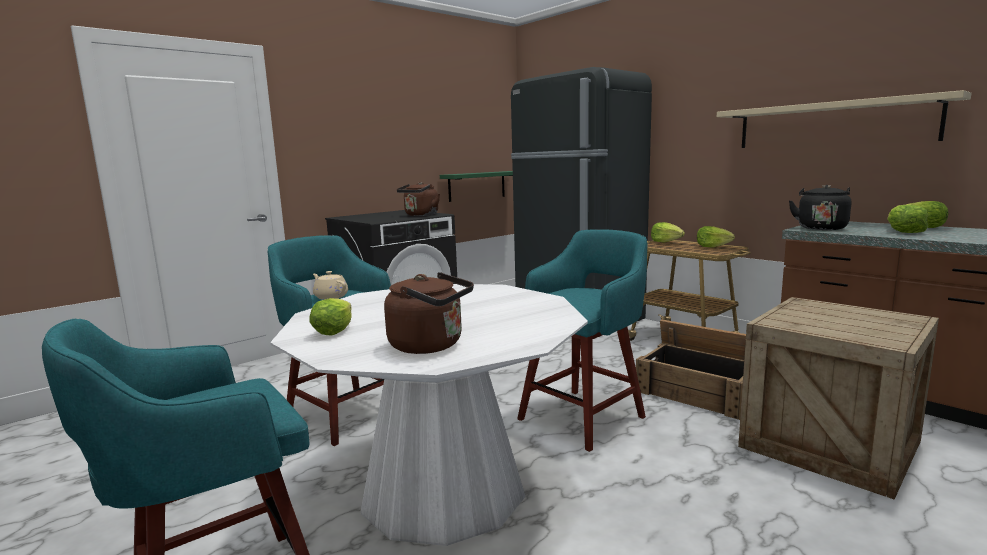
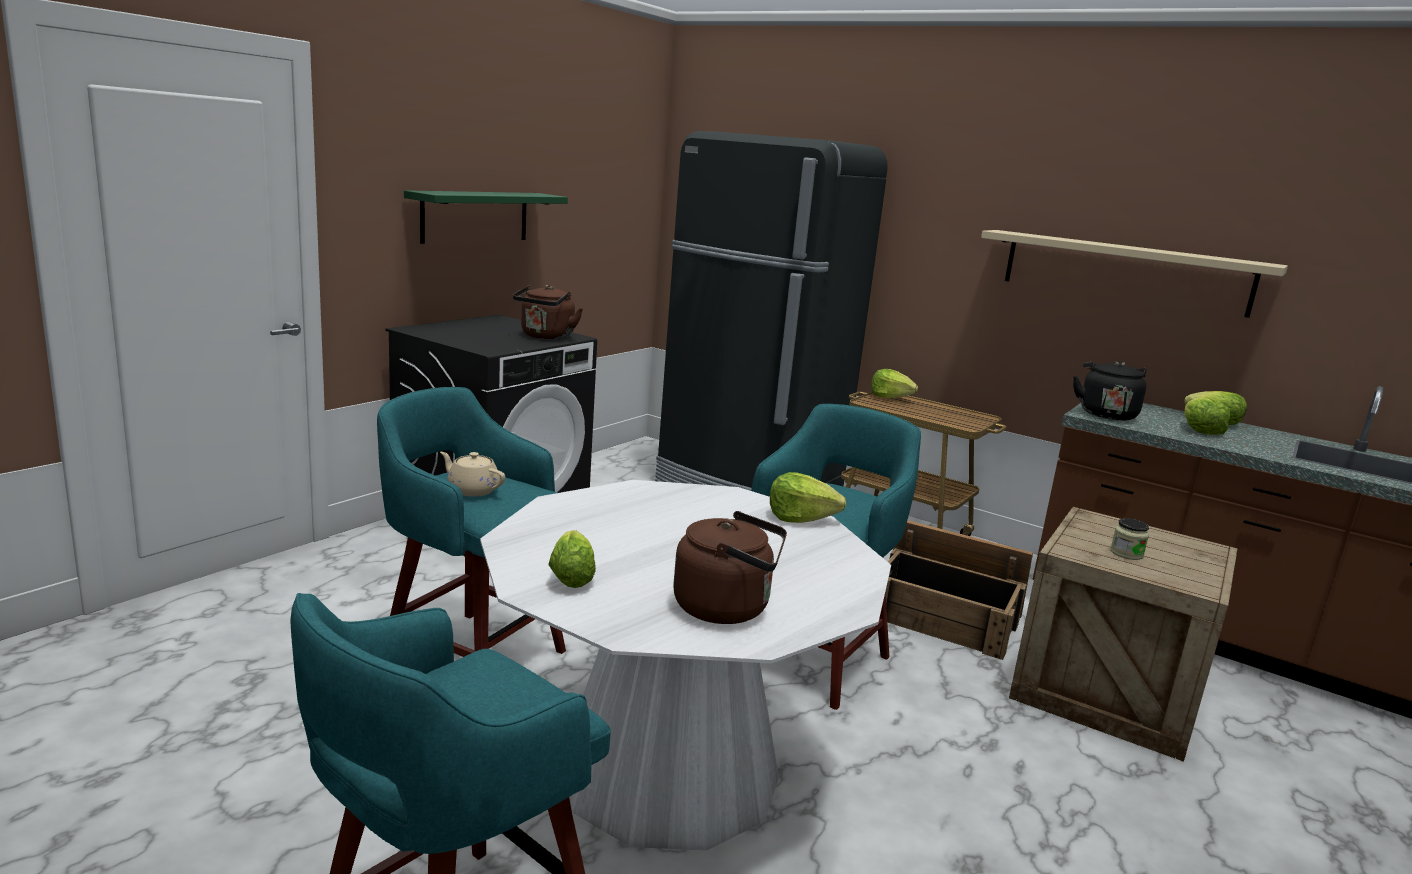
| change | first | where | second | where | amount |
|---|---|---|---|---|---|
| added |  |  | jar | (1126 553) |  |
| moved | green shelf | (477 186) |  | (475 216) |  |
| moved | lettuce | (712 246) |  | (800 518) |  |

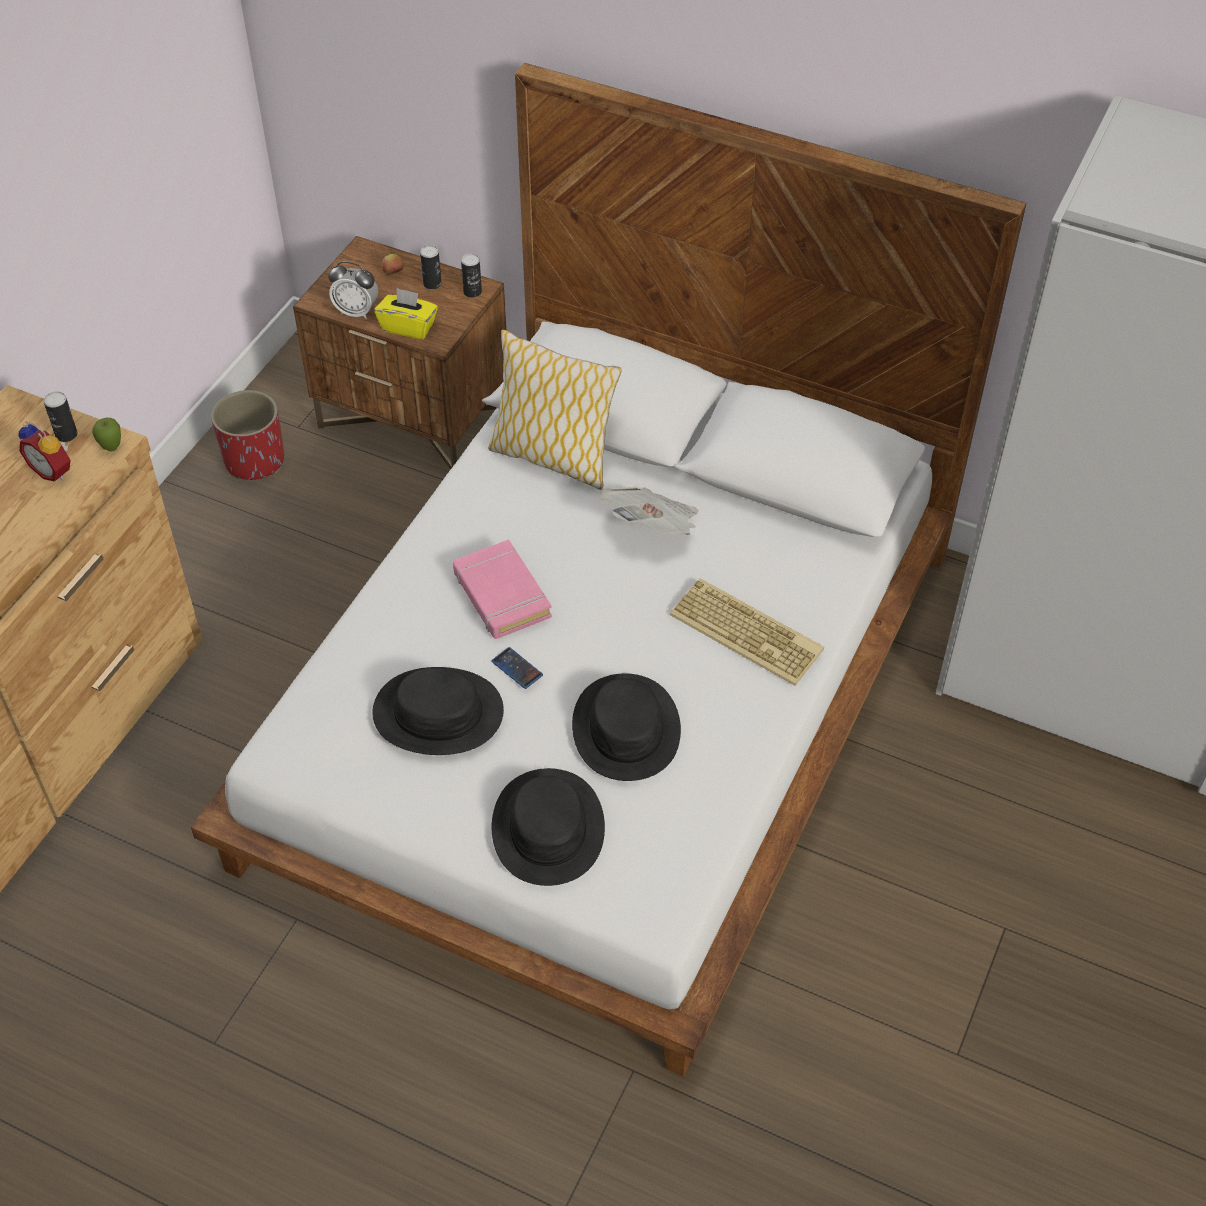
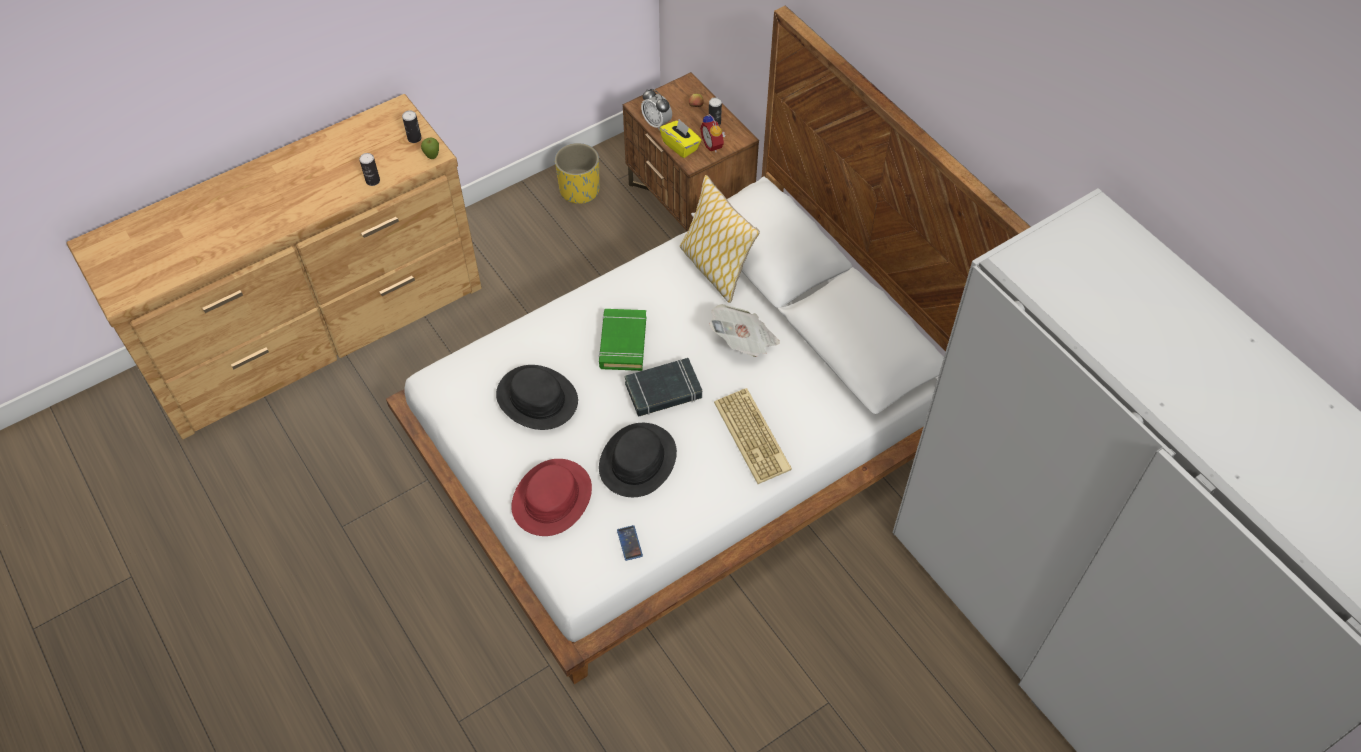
| change | first | where | second | where | amount |
|---|---|---|---|---|---|
| added |  |  | black book | (663 391) |  |
| moved | alarm clock | (54 470) |  | (713 145) |  |
| moved | can | (472 292) |  | (373 181) |  |
| moved | phone | (517 668) |  | (629 543) |  |
| recoloured | red planter | (255 461) | yellow planter | (579 190) |  |
| recoloured | pink book | (501 595) | green book | (622 343) |  |
| recoloured | black hat | (547 828) | red hat | (551 498) |  |

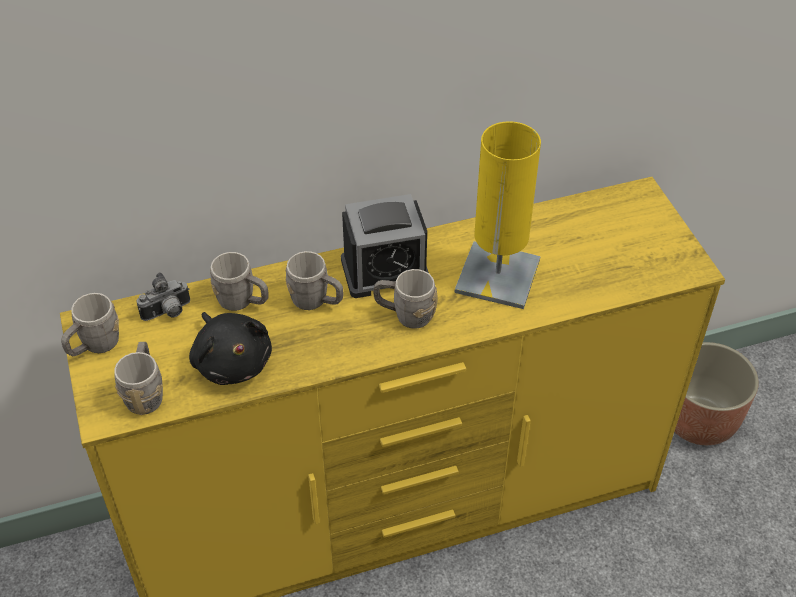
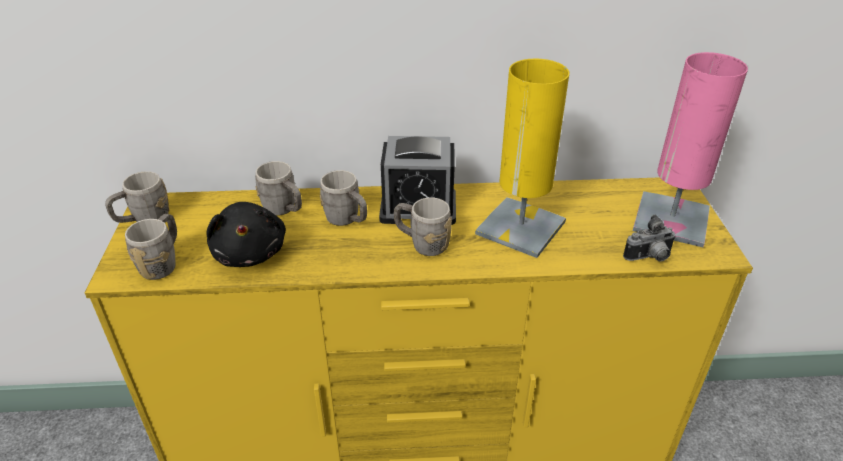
| change | first | where | second | where | amount |
|---|---|---|---|---|---|
| removed | planter | (698 419) |  |  |  |
| added |  |  | pink table lamp | (671 220) |  |
| moved | photo camera | (168 313) |  | (649 258) |  |

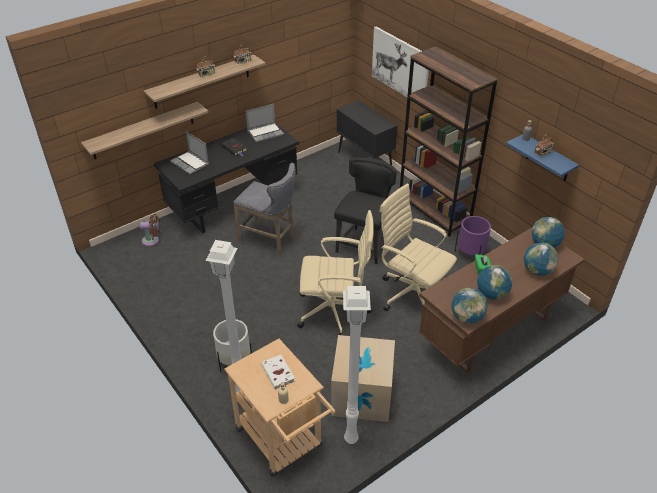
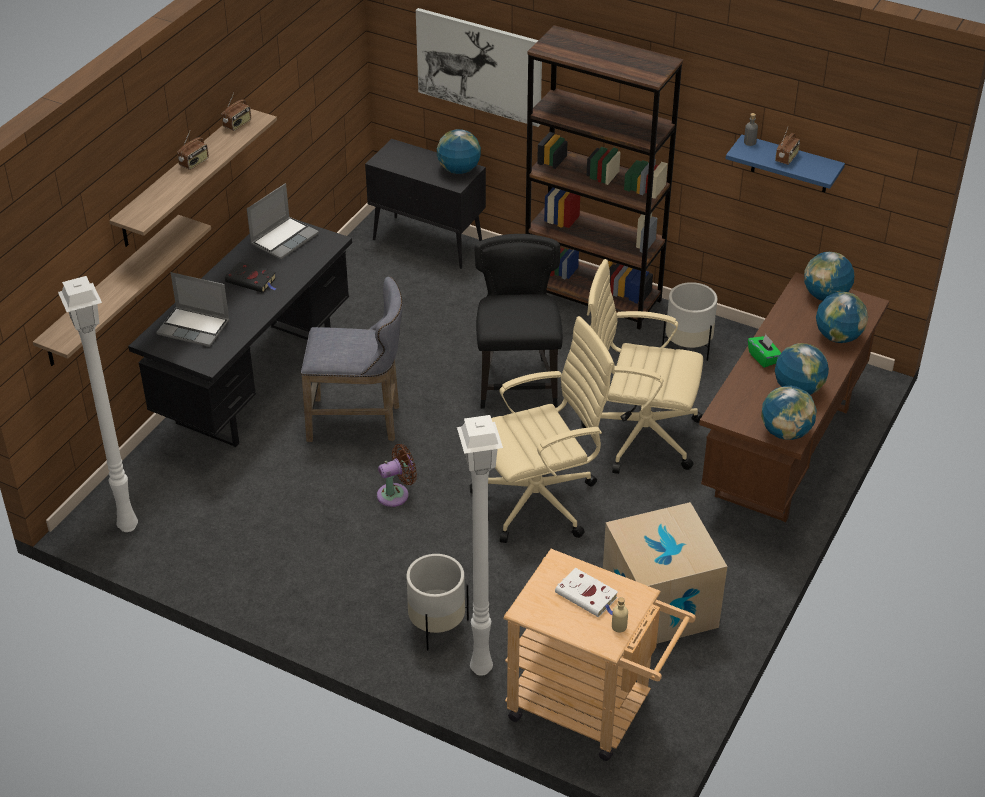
| change | first | where | second | where | amount |
|---|---|---|---|---|---|
| added |  |  | globe | (458 170) |  |
| moved | brown fan | (152 240) |  | (396 494) |  |
| moved | white floor lamp | (352 438) |  | (128 525) |  |
| recoloured | purple planter | (470 254) | white planter | (688 347) |  |

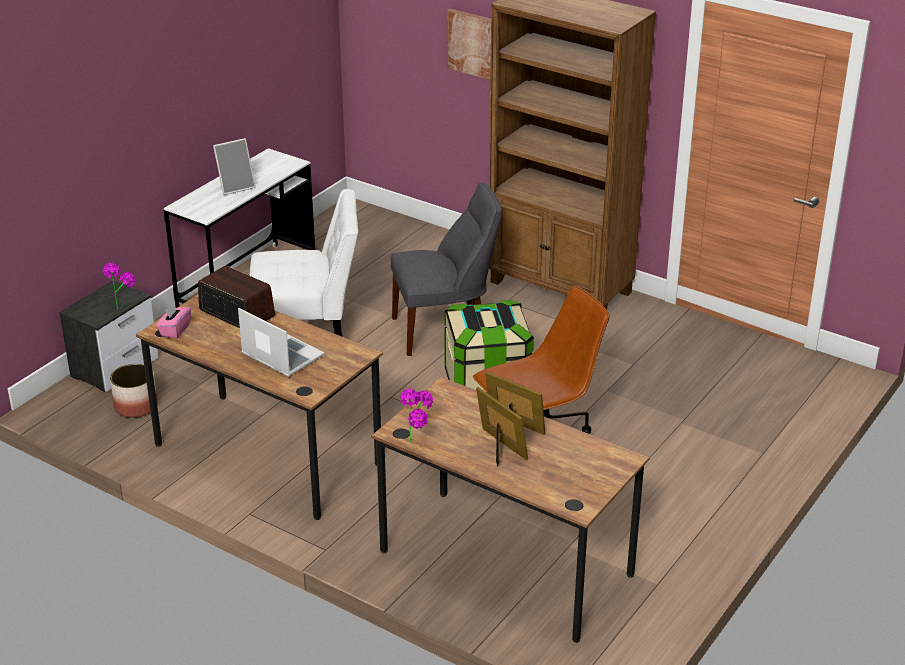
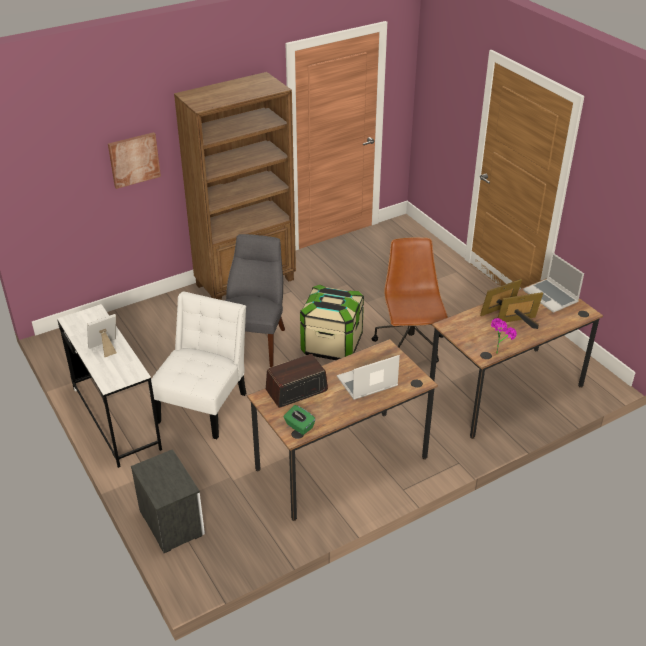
| change | first | where | second | where | amount |
|---|---|---|---|---|---|
| removed | potted plant | (120 305) |  |  |  |
| removed | planter | (136 406) |  |  |  |
| added |  |  | laptop | (551 297) |  |
| recoloured | pink tissue box | (175 330) | green tissue box | (299 426) |  |
| turned | picture frame | (235 187) |  | (105 348) | 120 degrees counterclockwise |

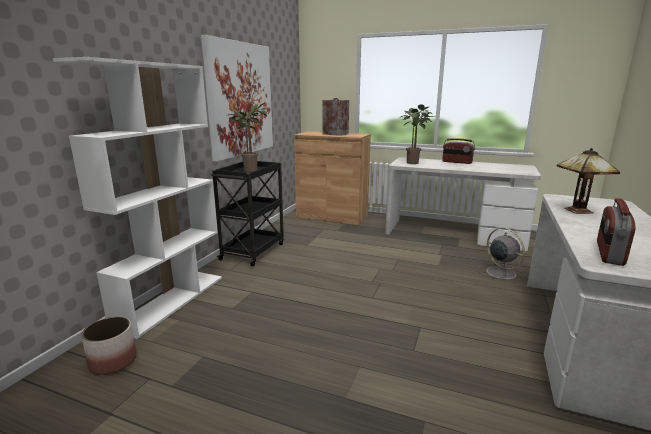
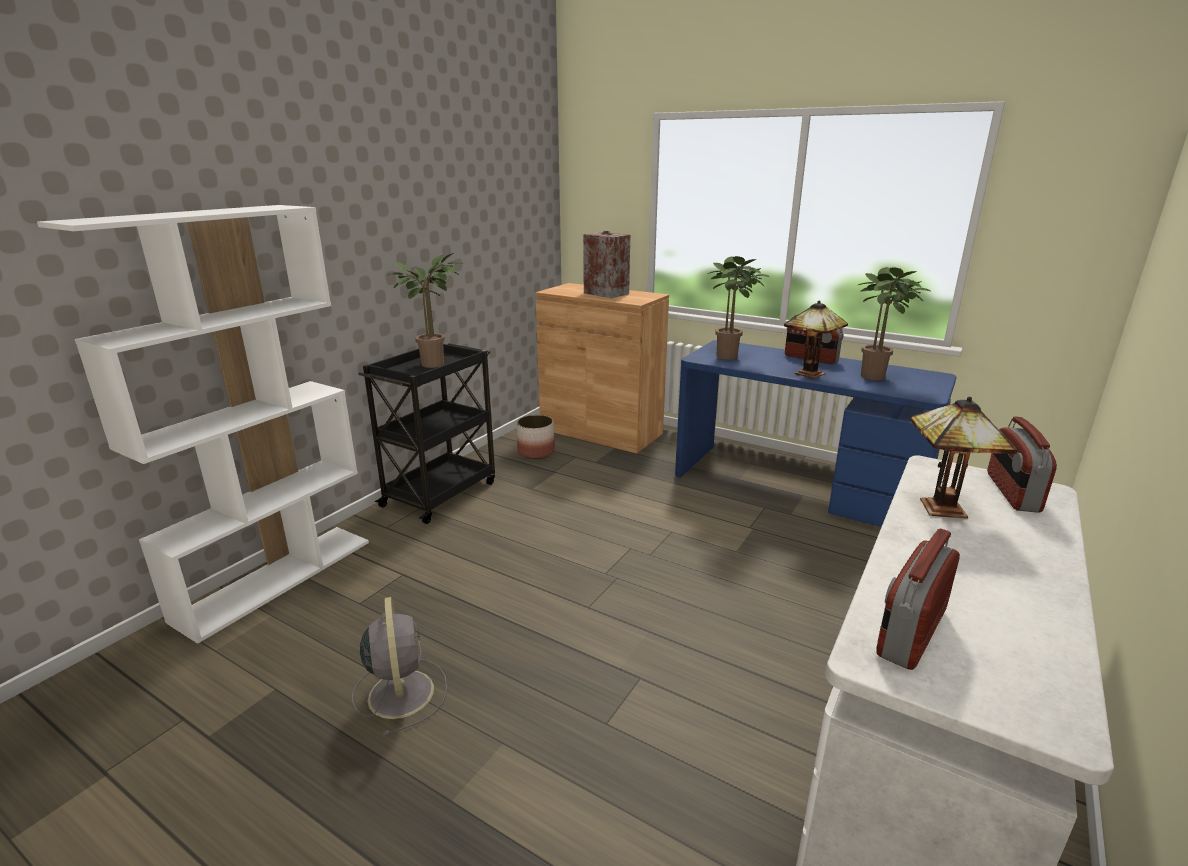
| change | first | where | second | where | amount |
|---|---|---|---|---|---|
| removed | picture | (240 99) |  |  |  |
| added |  |  | table lamp | (809 374) |  |
| added |  |  | potted plant | (876 377) |  |
| added |  |  | radio | (1011 492) |  |
| moved | planter | (113 362) |  | (536 452) |  |
| moved | grey fan | (499 272) |  | (401 691) |  |
| recoloured | white desk | (454 234) | blue desk | (797 485) |  |

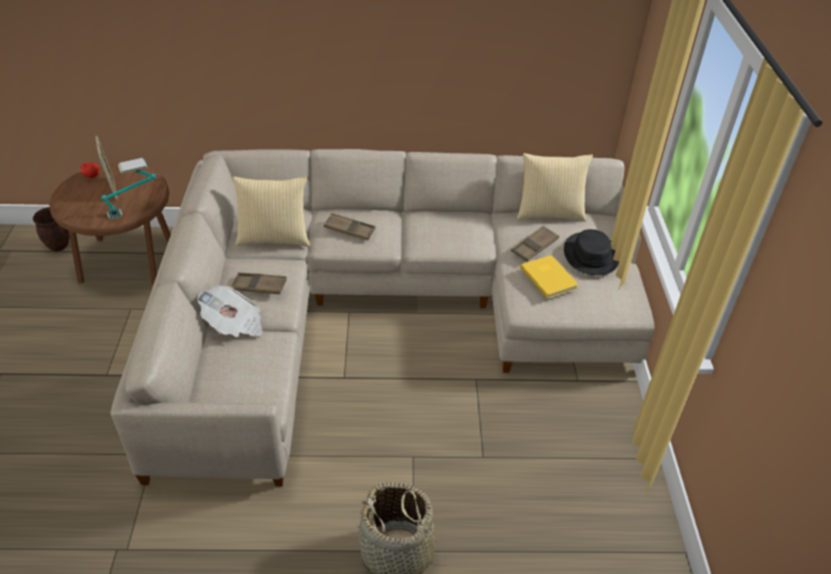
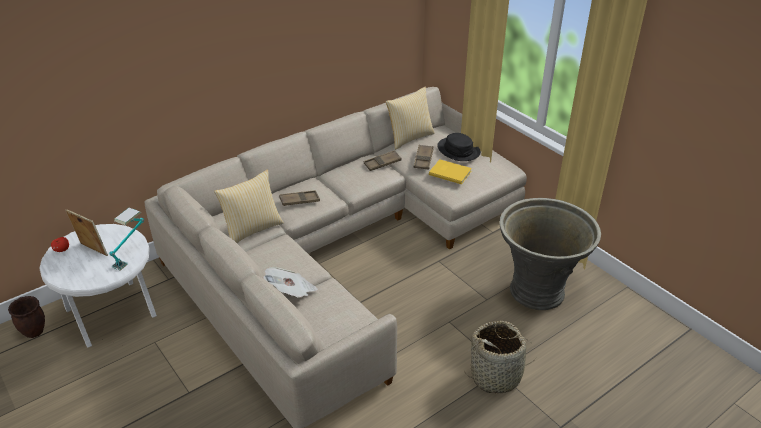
| change | first | where | second | where | amount |
|---|---|---|---|---|---|
| added |  |  | grey planter | (538 291) |  |
| moved | brown tray | (259 286) |  | (382 163) |  |
| recoloured | brown side table | (128 262) | white side table | (113 313) |  |

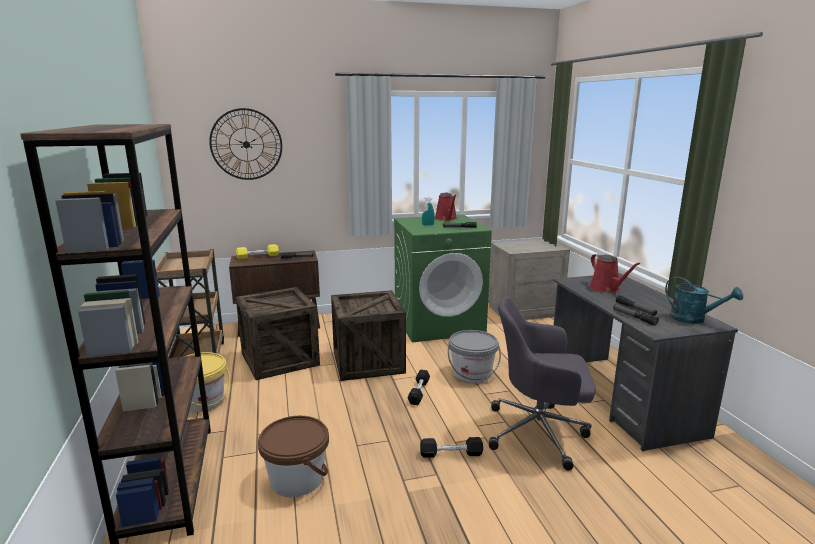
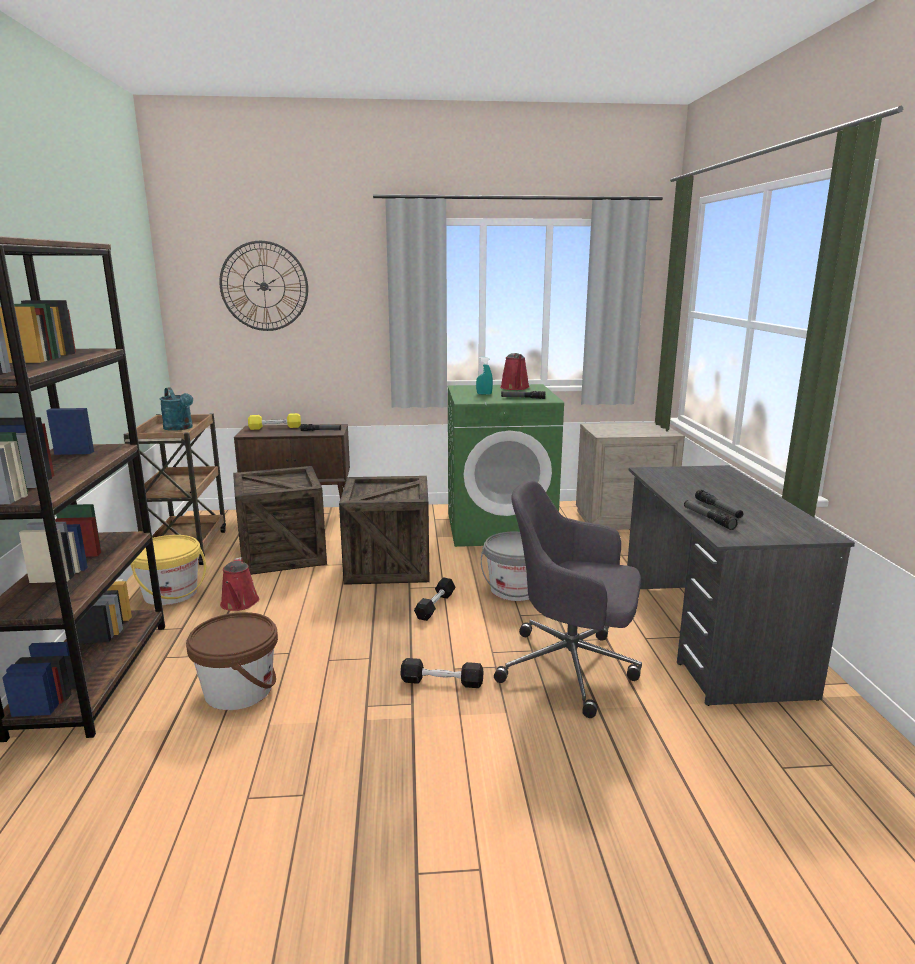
| change | first | where | second | where | amount |
|---|---|---|---|---|---|
| moved | red watering can | (606 288) |  | (239 604) |  |
| moved | turquoise watering can | (693 319) |  | (180 428) |  |

